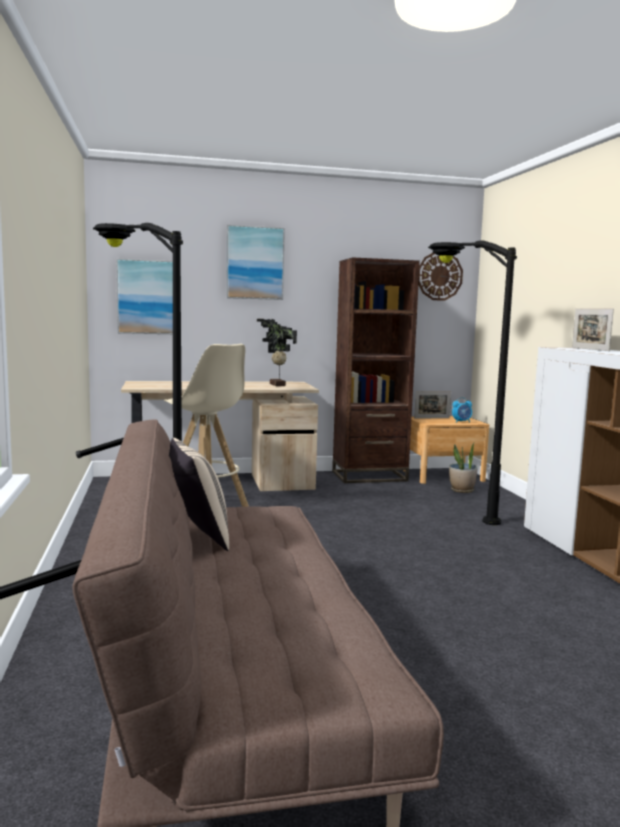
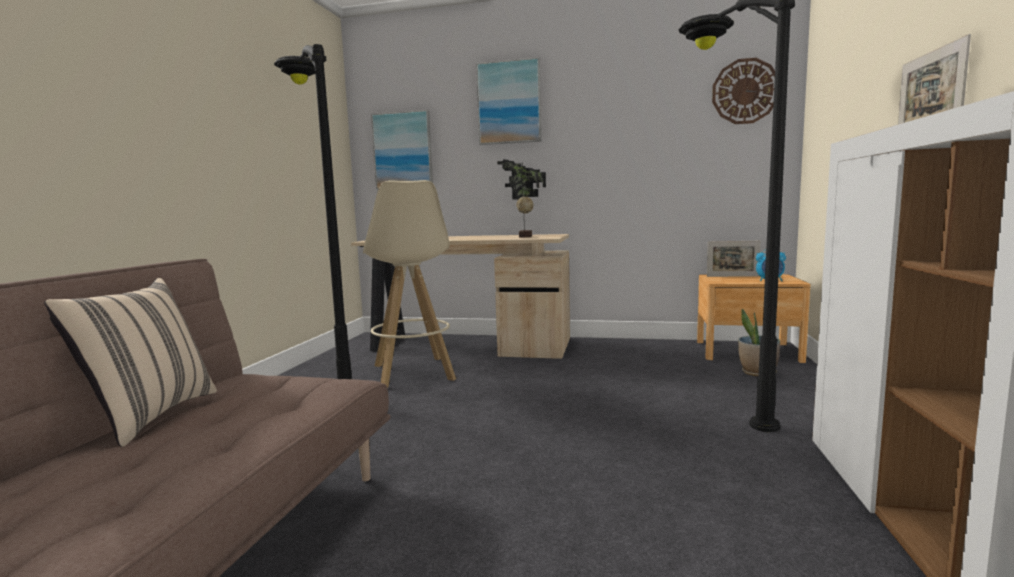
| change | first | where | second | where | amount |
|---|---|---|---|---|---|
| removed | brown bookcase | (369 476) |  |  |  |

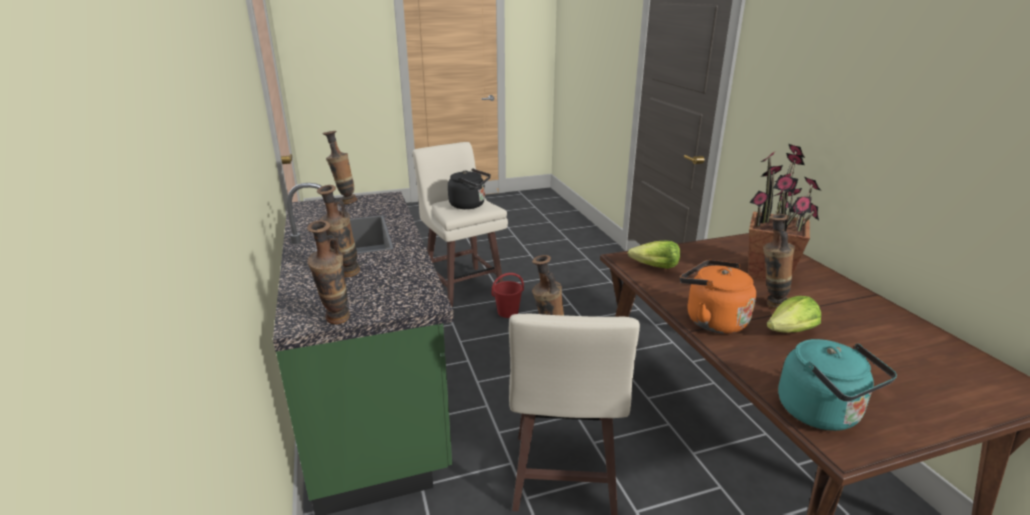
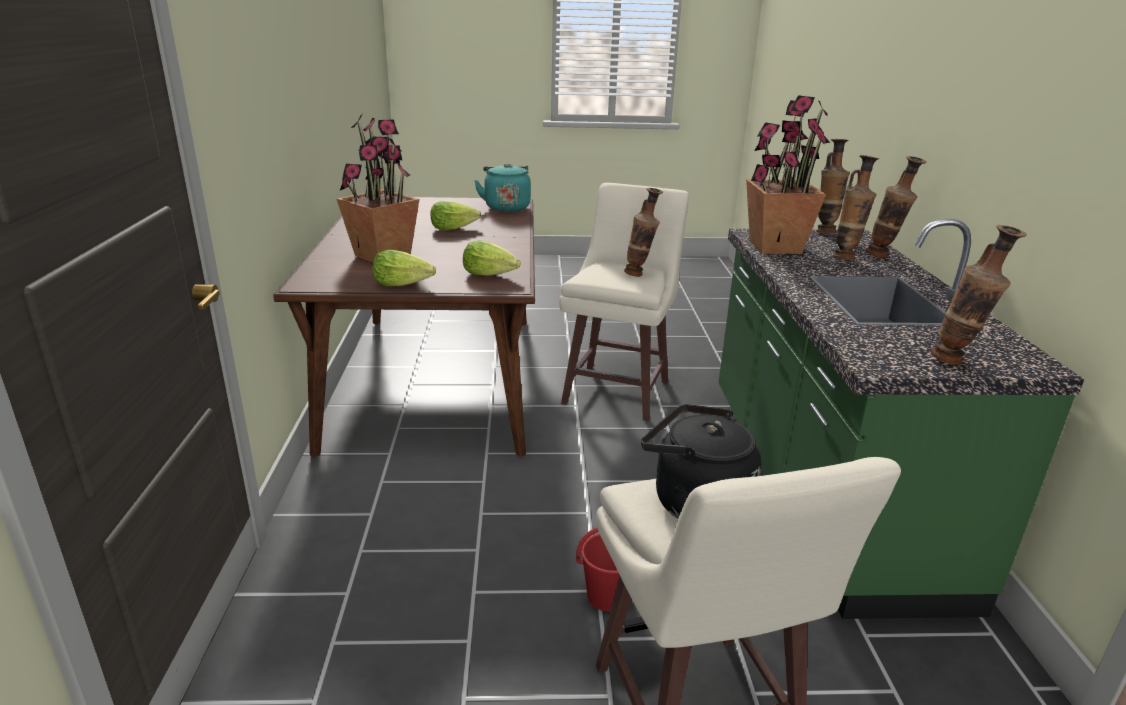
| change | first | where | second | where | amount |
|---|---|---|---|---|---|
| removed | orange kettle | (712 320) |  |  |  |
| added |  |  | lettuce | (403 284) |  |
| added |  |  | potted plant | (774 247) |  |
| moved | vase | (769 304) |  | (883 257) |  |

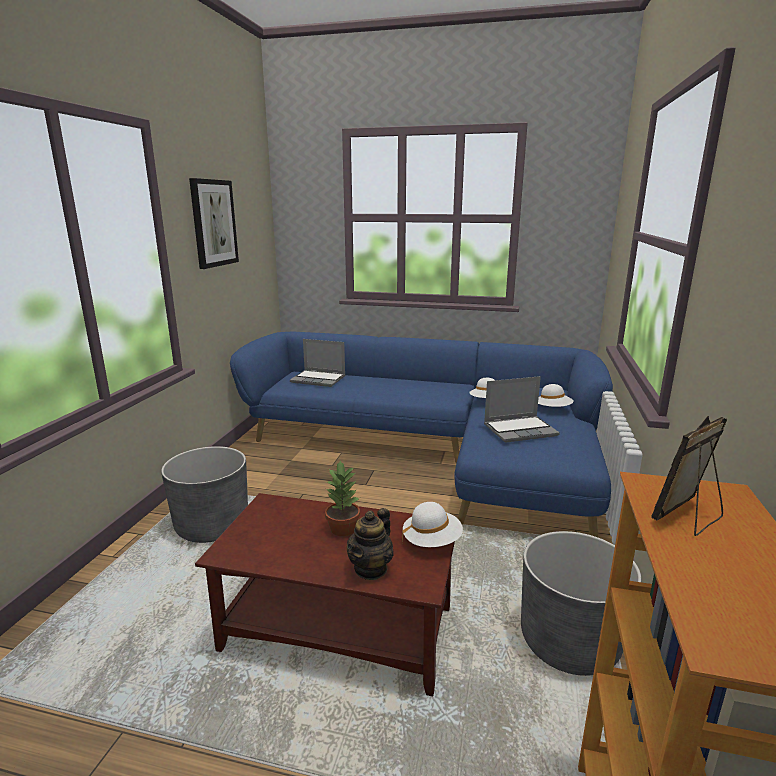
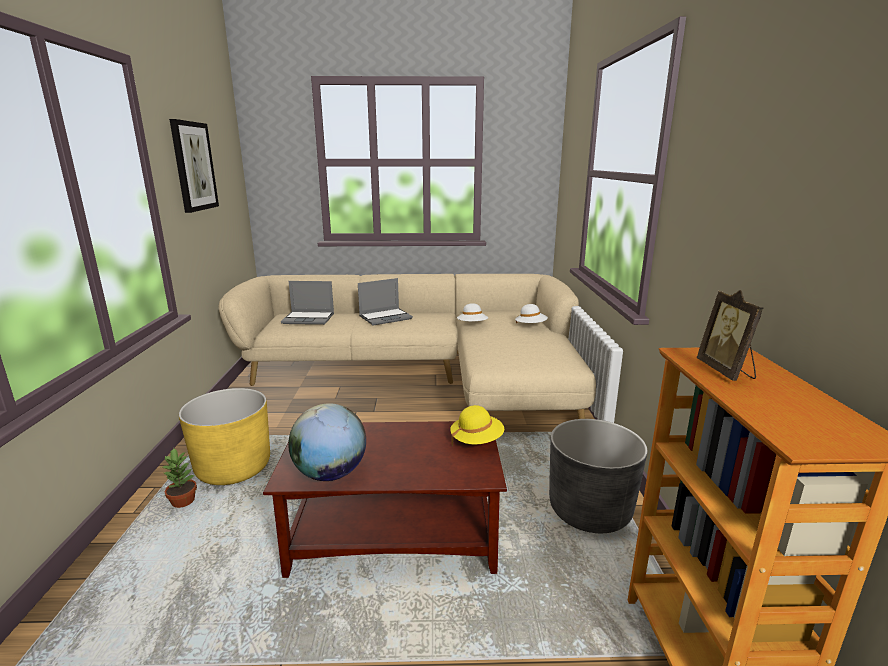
| change | first | where | second | where | amount |
|---|---|---|---|---|---|
| removed | teapot | (371 569) |  |  |  |
| added |  |  | globe | (330 474) |  |
| moved | potted plant | (343 528) |  | (184 501) |  |
| moved | laptop | (520 430) |  | (386 317) |  |
| recoloured | grey planter | (212 526) | yellow planter | (233 468) |  |
| recoloured | blue sofa | (434 451) | beige sofa | (426 375) |  |
| recoloured | white hat | (432 541) | yellow hat | (476 440) |  |
| turned | picture frame | (688 518) |  | (726 371) | 45 degrees counterclockwise |

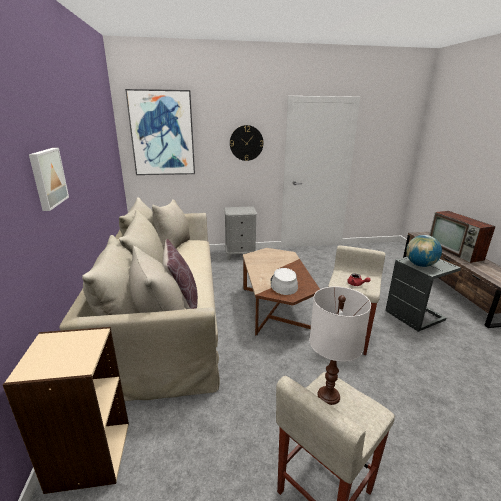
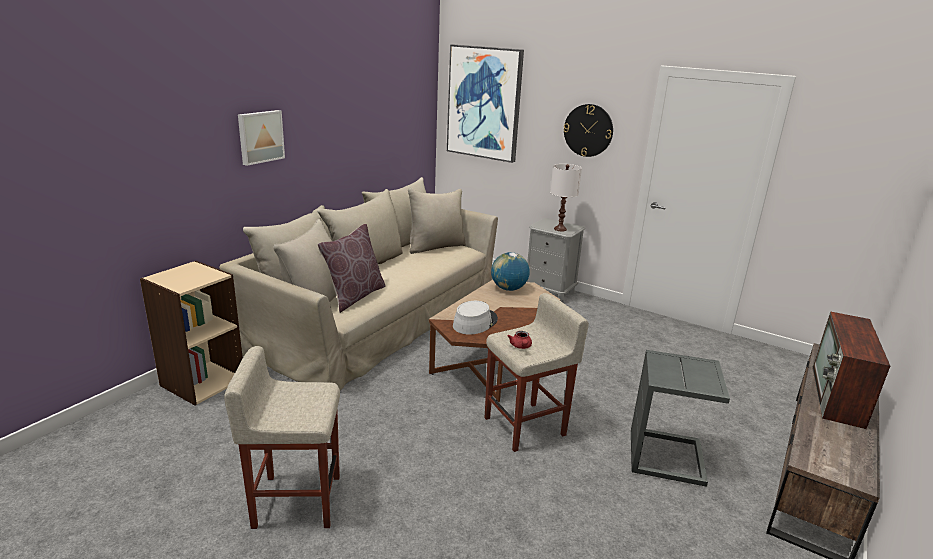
| change | first | where | second | where | amount |
|---|---|---|---|---|---|
| moved | white table lamp | (328 395) |  | (560 229) |  |
| moved | globe | (420 265) |  | (508 289) |  |

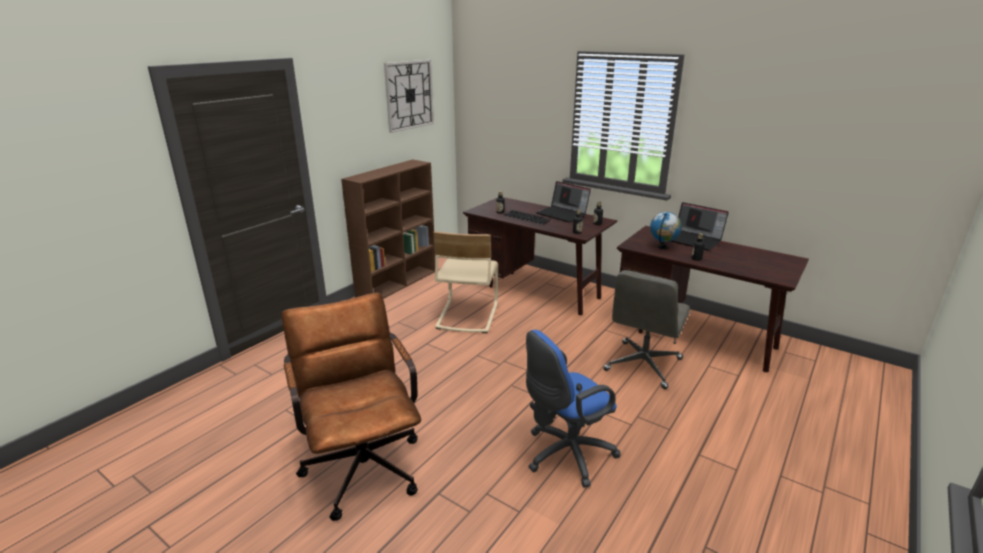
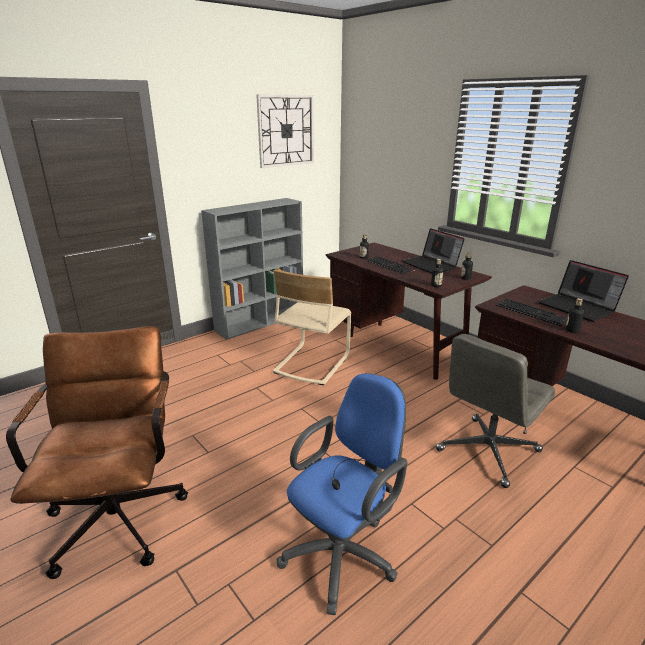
| change | first | where | second | where | amount |
|---|---|---|---|---|---|
| replaced | globe | (662 247) | keyboard | (533 312) |  |
| recoloured | brown bookcase | (398 283) | grey bookcase | (261 321) |  |
| turned | blue office chair | (565 455) |  | (343 553) | 150 degrees clockwise |

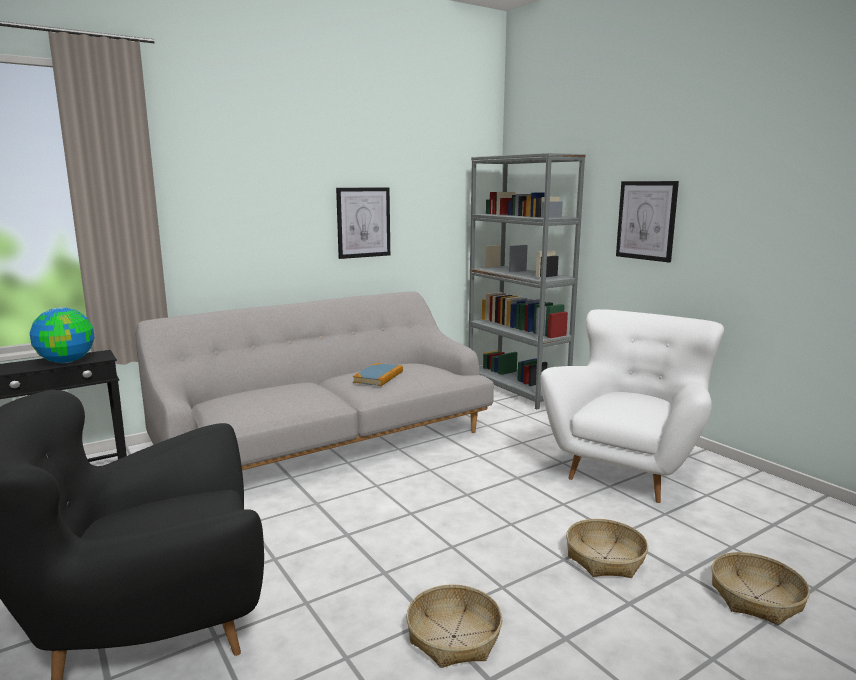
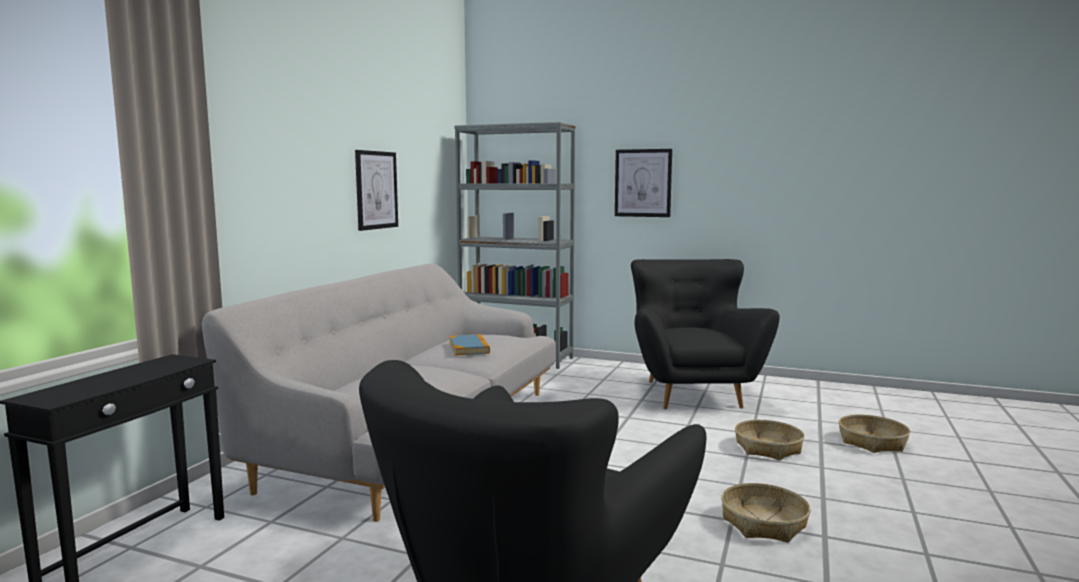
| change | first | where | second | where | amount |
|---|---|---|---|---|---|
| removed | globe | (67 361) |  |  |  |
| recoloured | white armchair | (629 469) | black armchair | (691 393) |  |

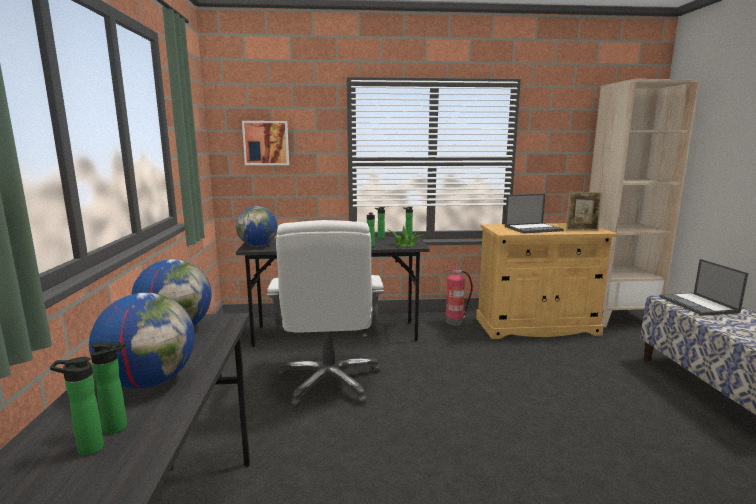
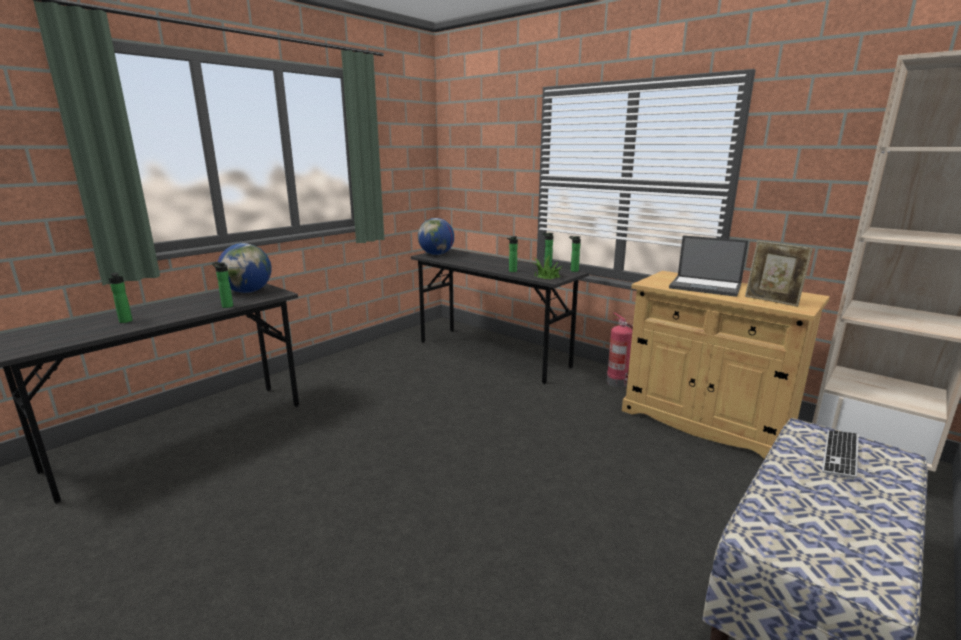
| change | first | where | second | where | amount |
|---|---|---|---|---|---|
| removed | globe | (150 381) |  |  |  |
| removed | picture | (266 143) |  |  |  |
| removed | white office chair | (329 382) |  |  |  |
| moved | bottle | (87 449) |  | (226 306) |  |
| replaced | laptop | (699 305) | keyboard | (840 455) |  |

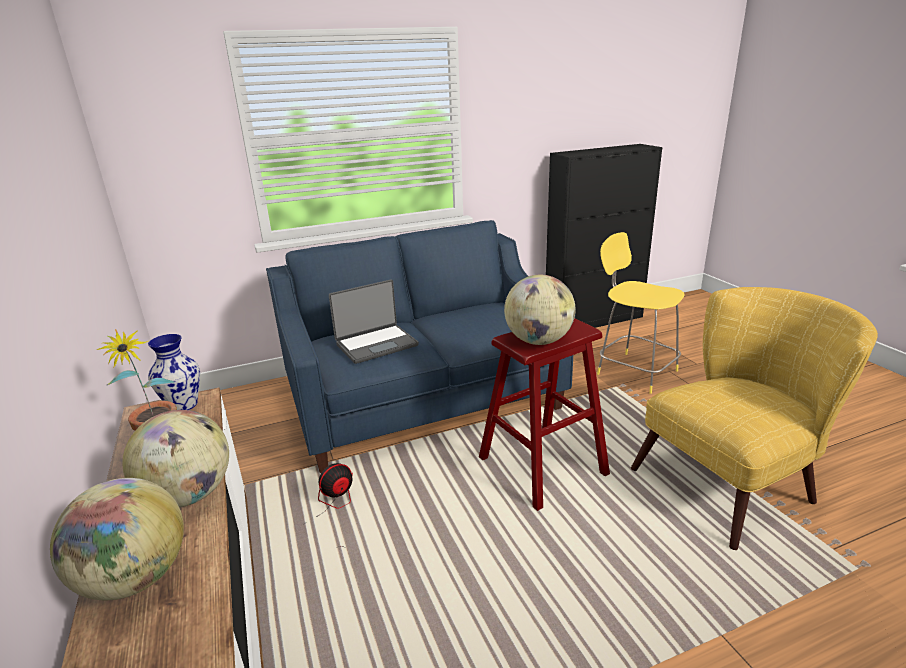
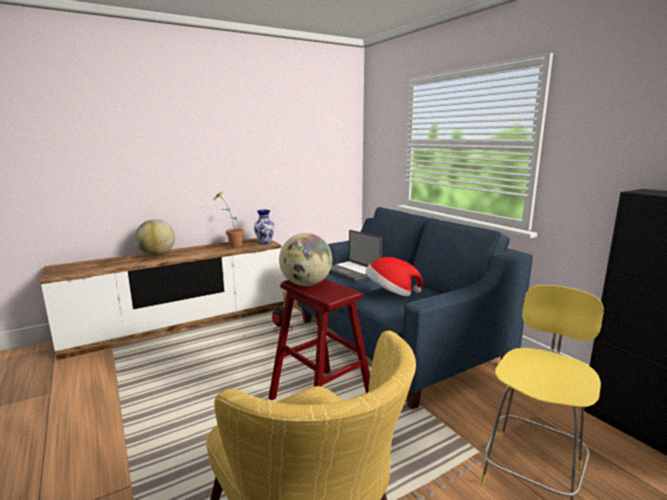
| change | first | where | second | where | amount |
|---|---|---|---|---|---|
| removed | globe | (189 495) |  |  |  |
| added |  |  | hat | (390 293) |  |

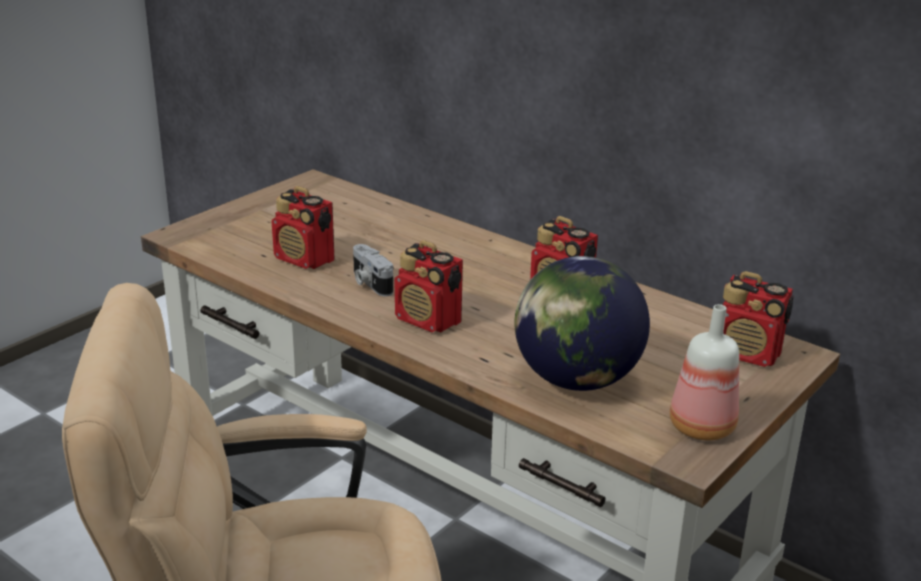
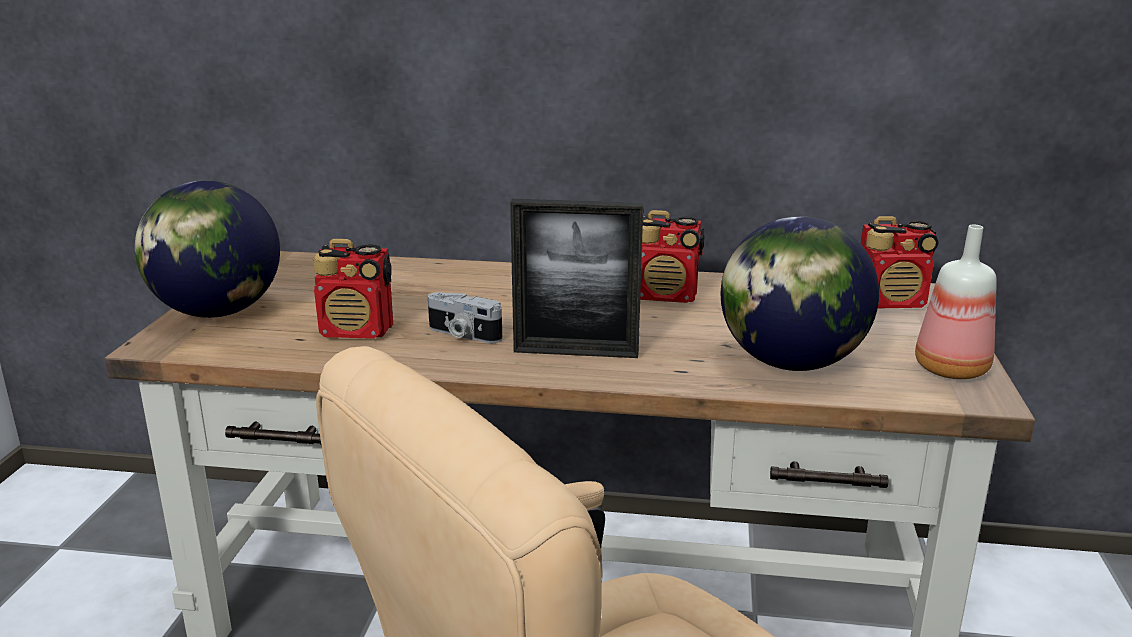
| change | first | where | second | where | amount |
|---|---|---|---|---|---|
| added |  |  | globe | (217 312) |  |
| replaced | radio | (429 321) | picture frame | (576 352) |  |

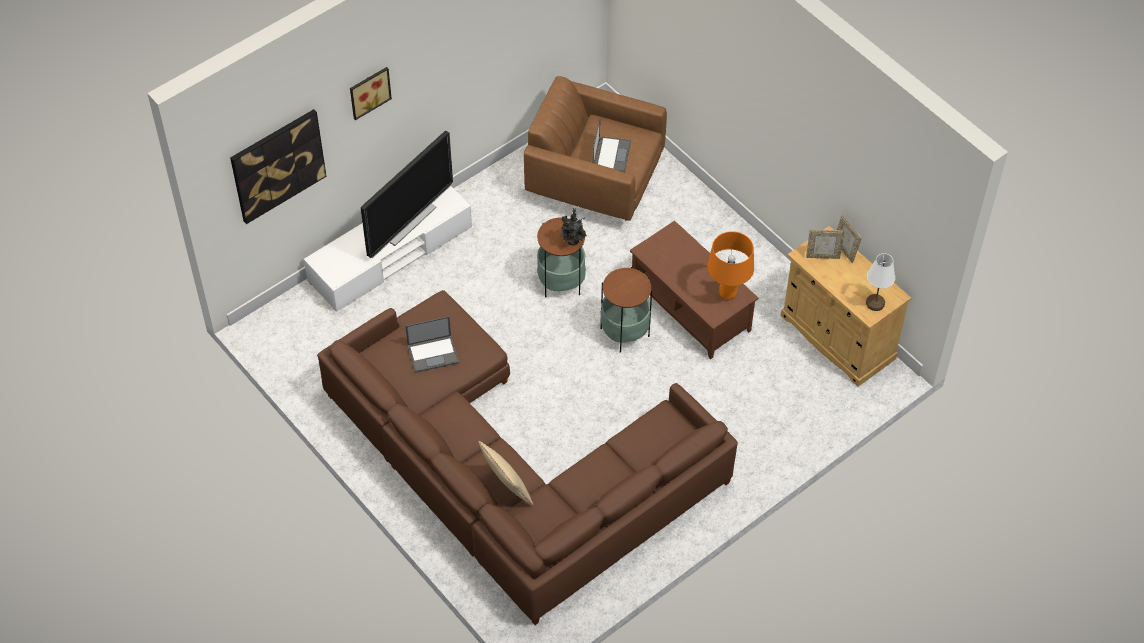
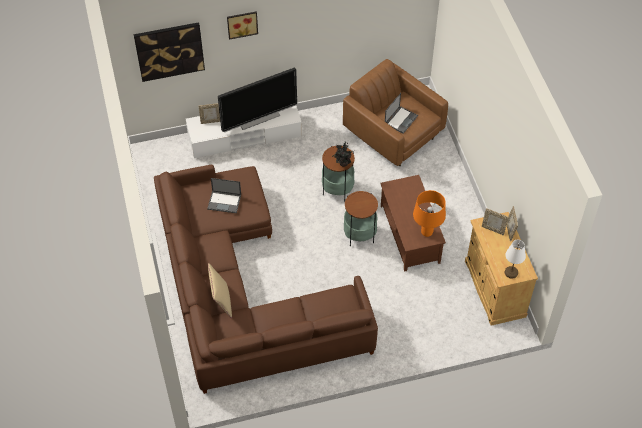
| change | first | where | second | where | amount |
|---|---|---|---|---|---|
| added |  |  | picture frame | (211 121) |  |

